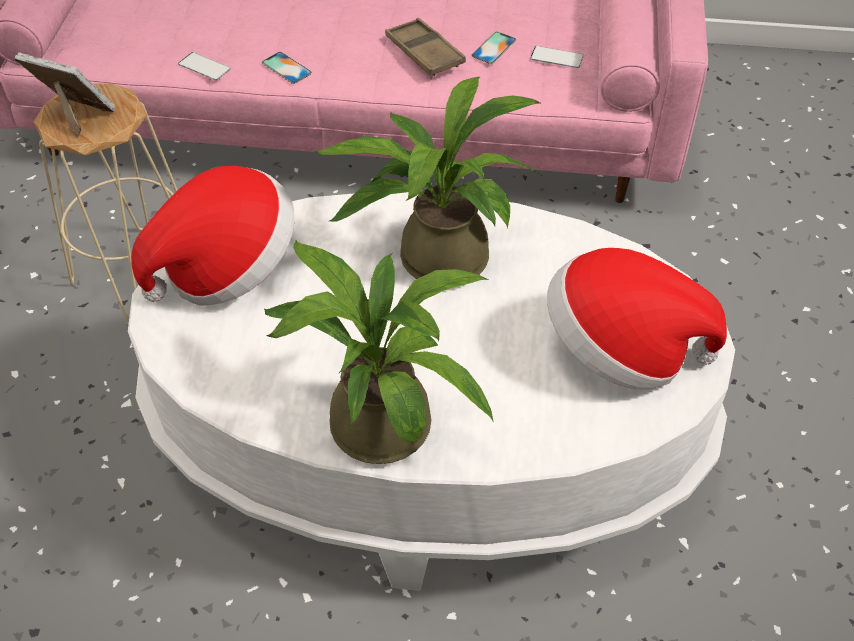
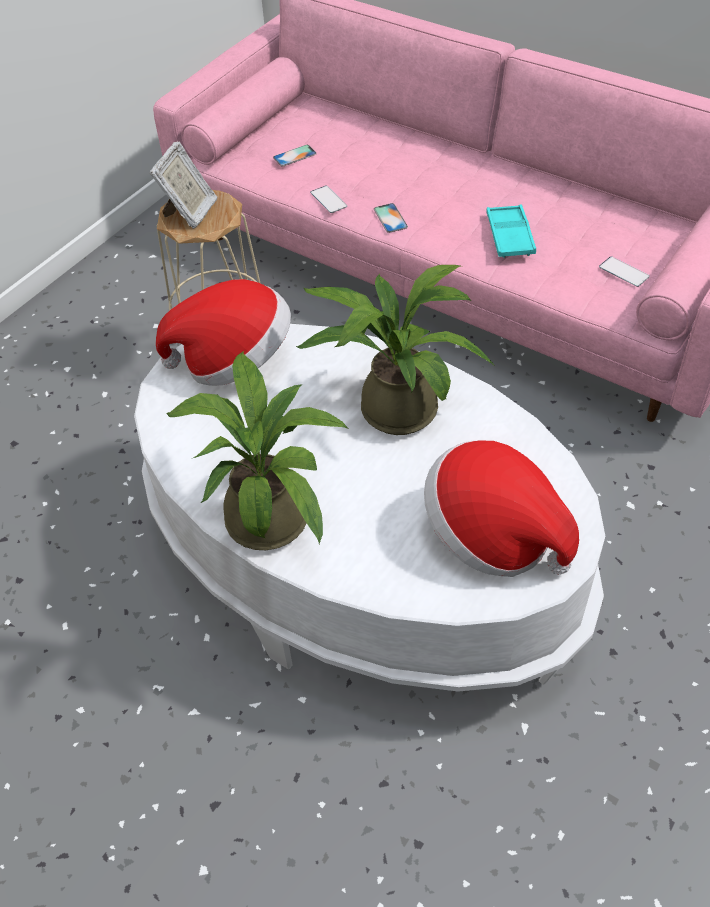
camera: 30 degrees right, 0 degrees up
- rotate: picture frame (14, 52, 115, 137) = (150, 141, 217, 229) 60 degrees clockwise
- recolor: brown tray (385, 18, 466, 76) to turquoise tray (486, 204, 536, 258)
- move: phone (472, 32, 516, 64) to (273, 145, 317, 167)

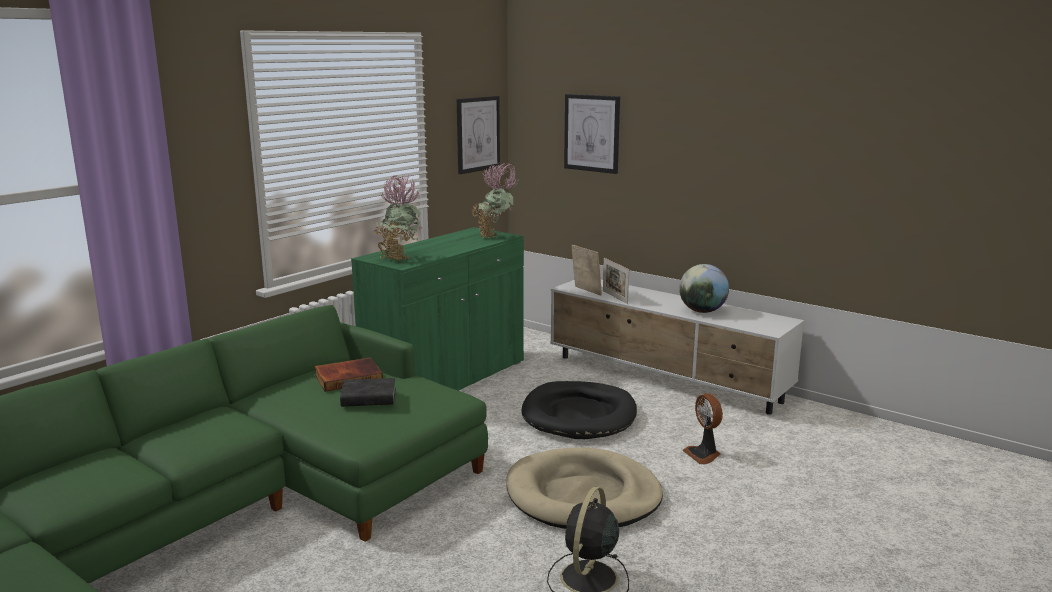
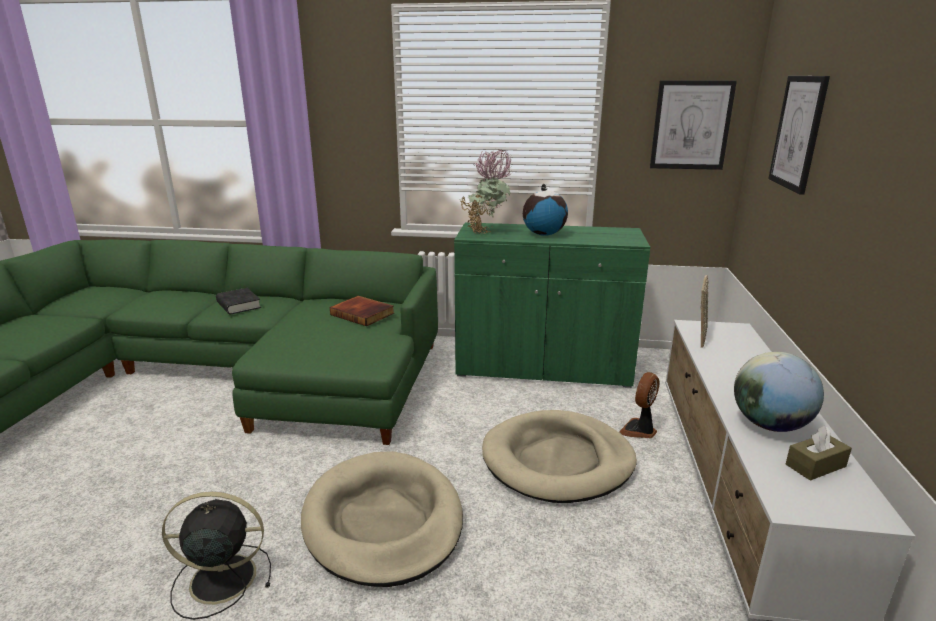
camera: 60 degrees right, 5 degrees up
- move: black book (340, 378, 396, 407) to (216, 288, 261, 315)
- delete: potted plant (472, 162, 519, 238)
- recolor: black dog bed (521, 381, 637, 439) to beige dog bed (482, 410, 637, 503)
- delete: picture frame (603, 258, 629, 304)
- move: fan (682, 393, 723, 464) to (619, 372, 659, 438)
- insert: globe (523, 184, 568, 236)
- insert: brown tissue box (786, 426, 852, 480)

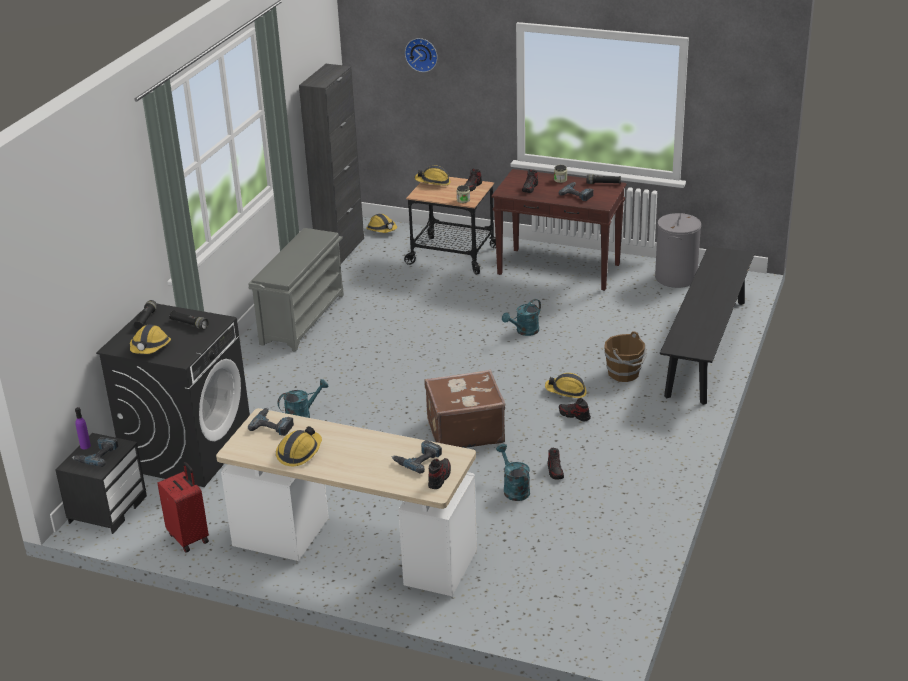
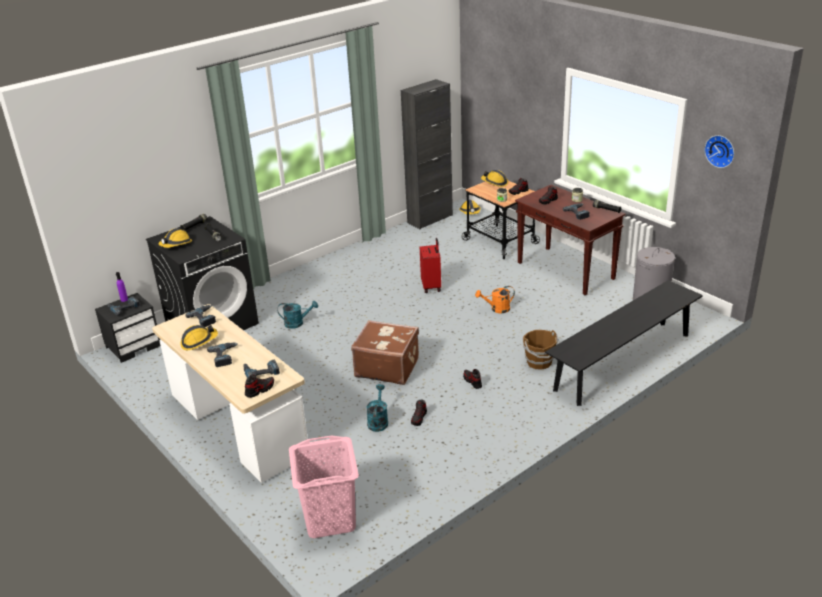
camera: 30 degrees right, 0 degrees up
- move: red suitcase (157, 462, 209, 552) to (420, 238, 441, 293)
- delete: grey shoe rack (248, 228, 344, 351)
- move: wall clock (405, 38, 438, 72) to (704, 135, 734, 168)
- recolor: turquoise watering can (502, 299, 541, 336) to orange watering can (475, 286, 515, 313)
- delete: hard hat (545, 373, 587, 398)
- insert: power drill (207, 342, 238, 367)
- insert: pink laundry basket (289, 435, 359, 538)

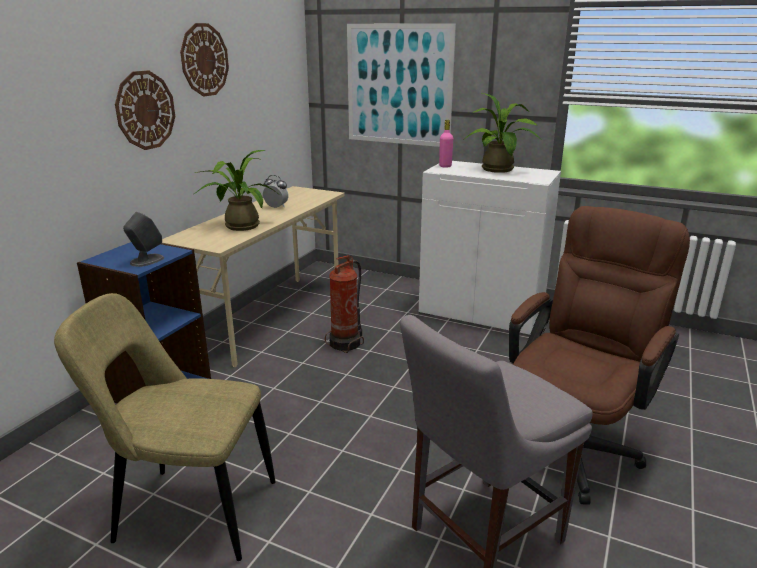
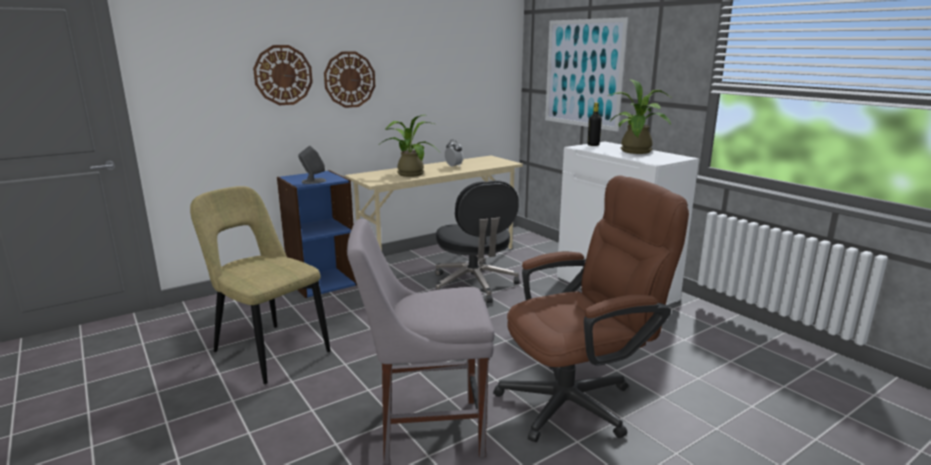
camera: 30 degrees right, 5 degrees down
- move: wall clock (180, 23, 229, 97) to (253, 45, 313, 105)
- replace: fire extinguisher (325, 255, 364, 353) to black office chair (435, 180, 519, 303)
- recolor: pink bottle (439, 120, 453, 168) to black bottle (588, 102, 602, 146)

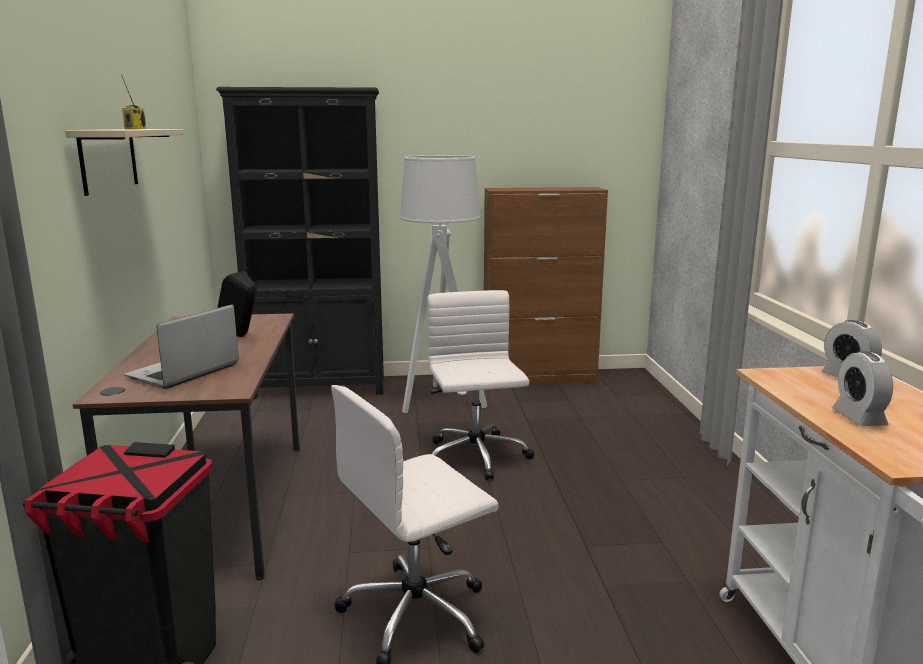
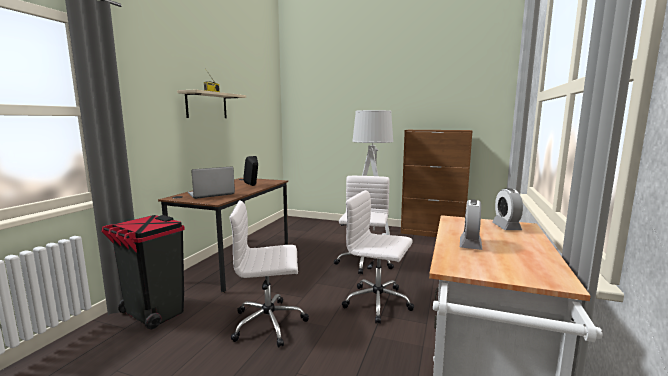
camera: 25 degrees right, 5 degrees down
- delete: black bookcase (216, 87, 384, 399)
- insert: white office chair (342, 190, 414, 324)

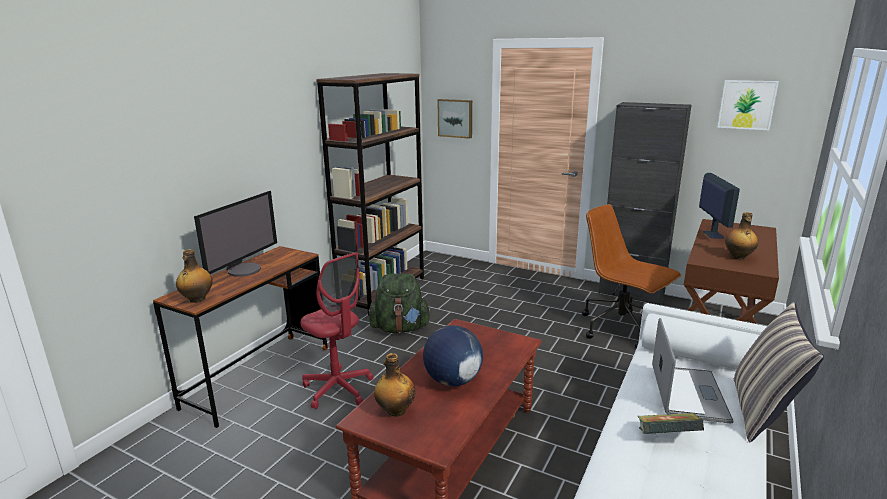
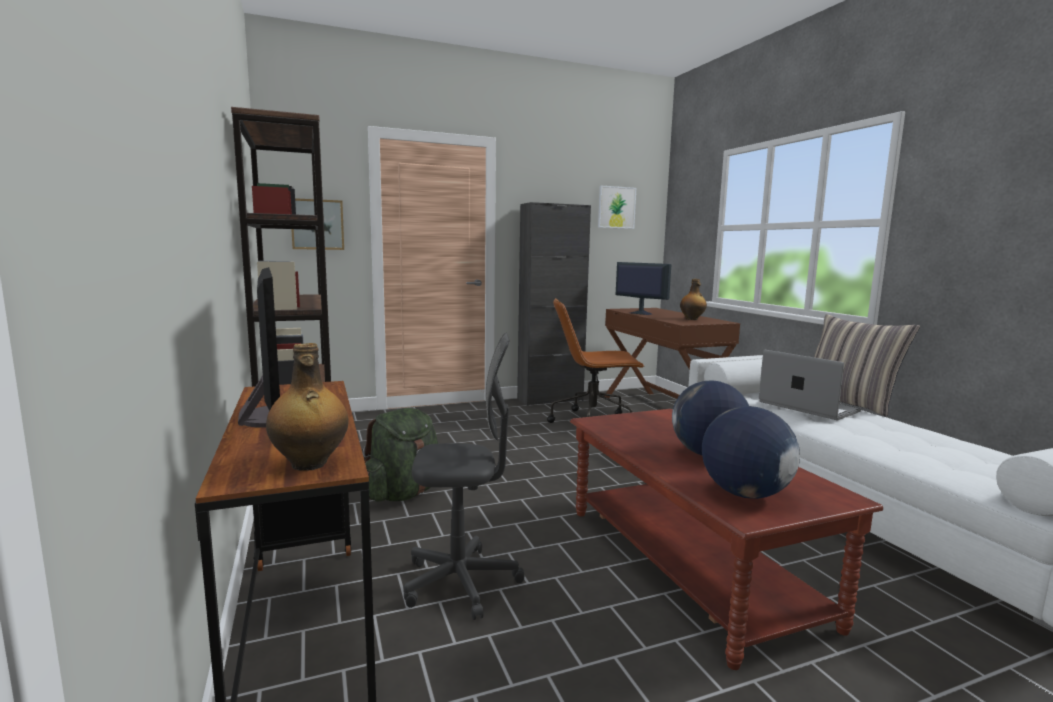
camera: 50 degrees left, 10 degrees down
- recolor: red office chair (300, 252, 373, 409) to grey office chair (403, 333, 525, 620)
- replace: bottle (374, 353, 416, 417) to globe (702, 406, 800, 499)
- delete: book (638, 413, 704, 434)

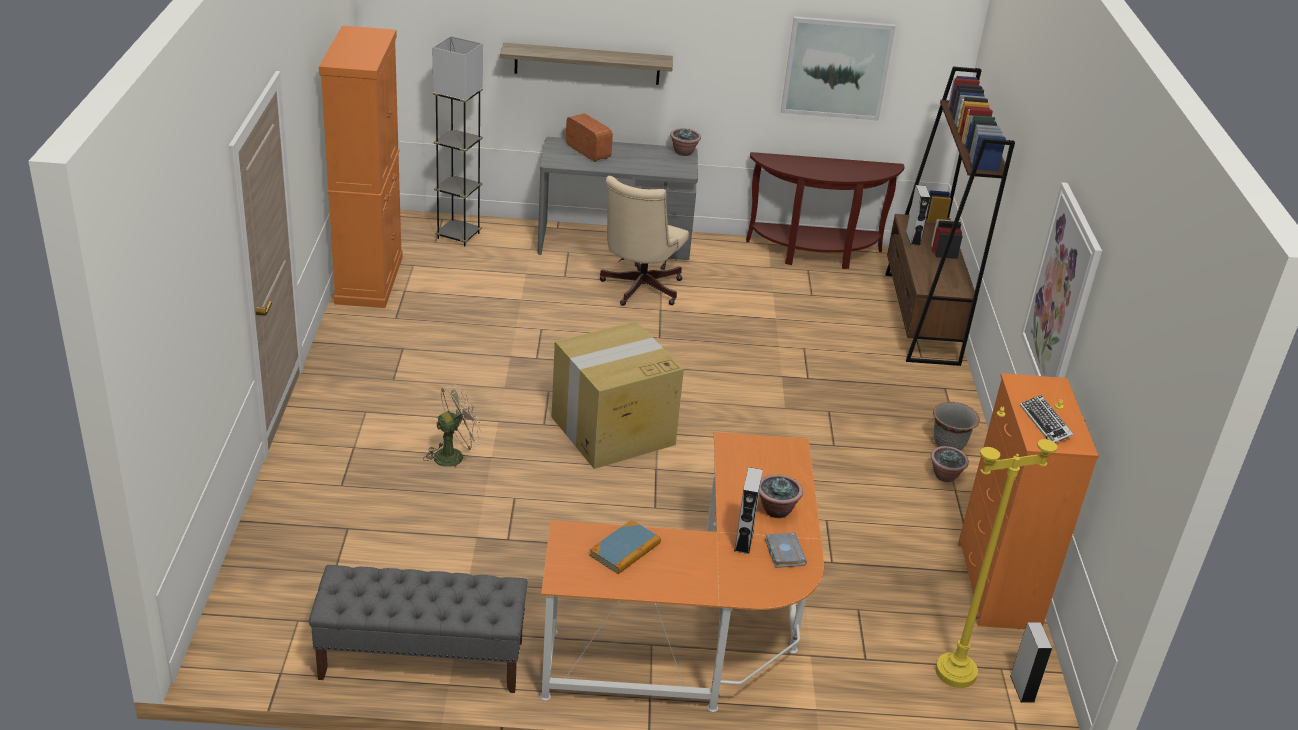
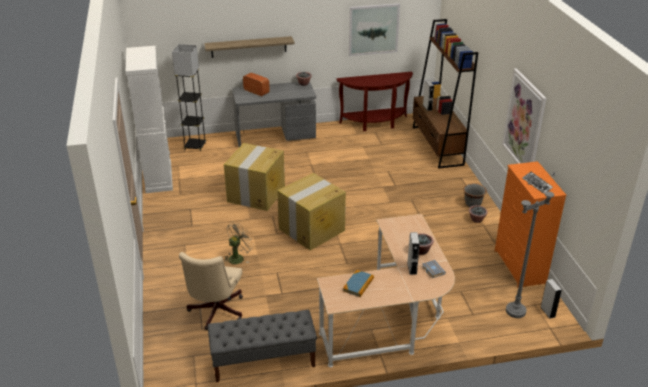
camera: 10 degrees left, 0 degrees up
- recolor: orange cabinet (319, 25, 403, 308) to white cabinet (125, 46, 173, 193)
- recolor: orange desk (540, 432, 824, 712) to beige desk (317, 214, 455, 367)
- move: beige office chair (600, 176, 689, 306) to (179, 252, 243, 330)
- recolor: yellow floor lamp (936, 399, 1064, 688) to grey floor lamp (506, 171, 556, 318)
- insert: cardboard box (224, 143, 285, 211)

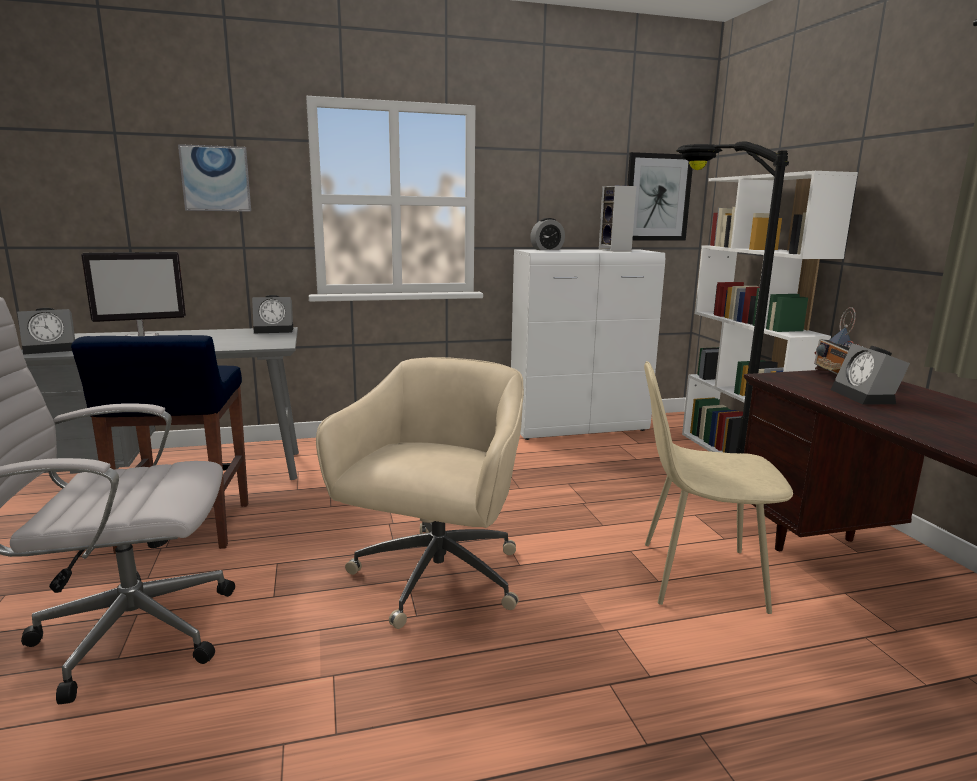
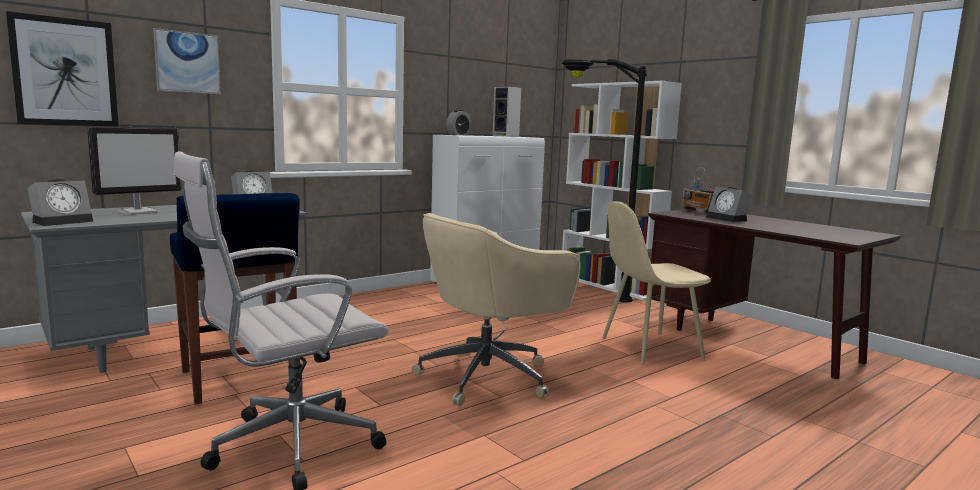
camera: 25 degrees left, 5 degrees down
- rotate: beige office chair (316, 357, 524, 629) = (412, 213, 581, 406) 120 degrees counterclockwise
- move: picture (627, 152, 693, 241) to (6, 11, 119, 126)

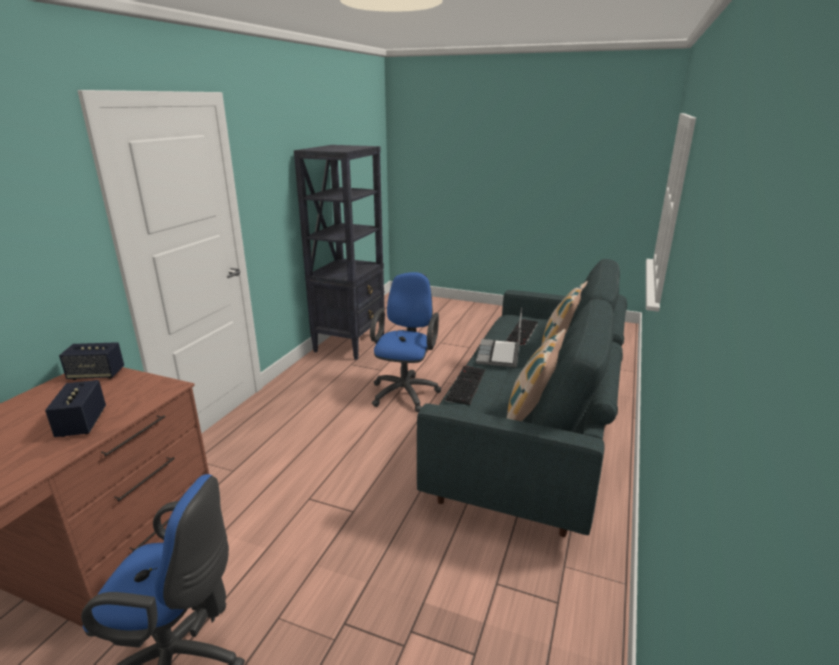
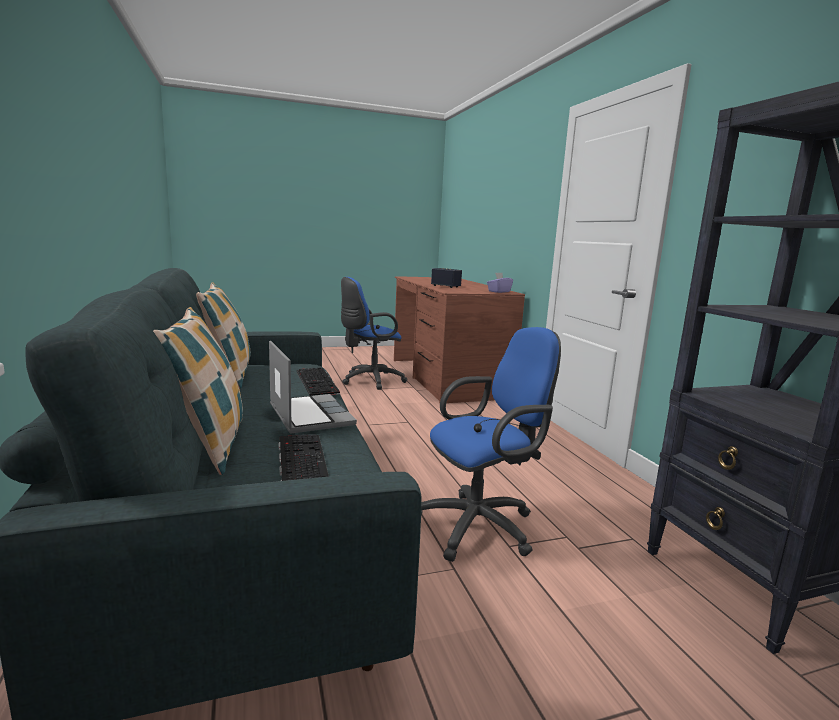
camera: 140 degrees right, 10 degrees down
- replace: speaker (59, 342, 124, 380) to purple tissue box (487, 273, 513, 293)
- rotate: blue office chair (370, 272, 441, 412) = (421, 327, 561, 562) 90 degrees counterclockwise

